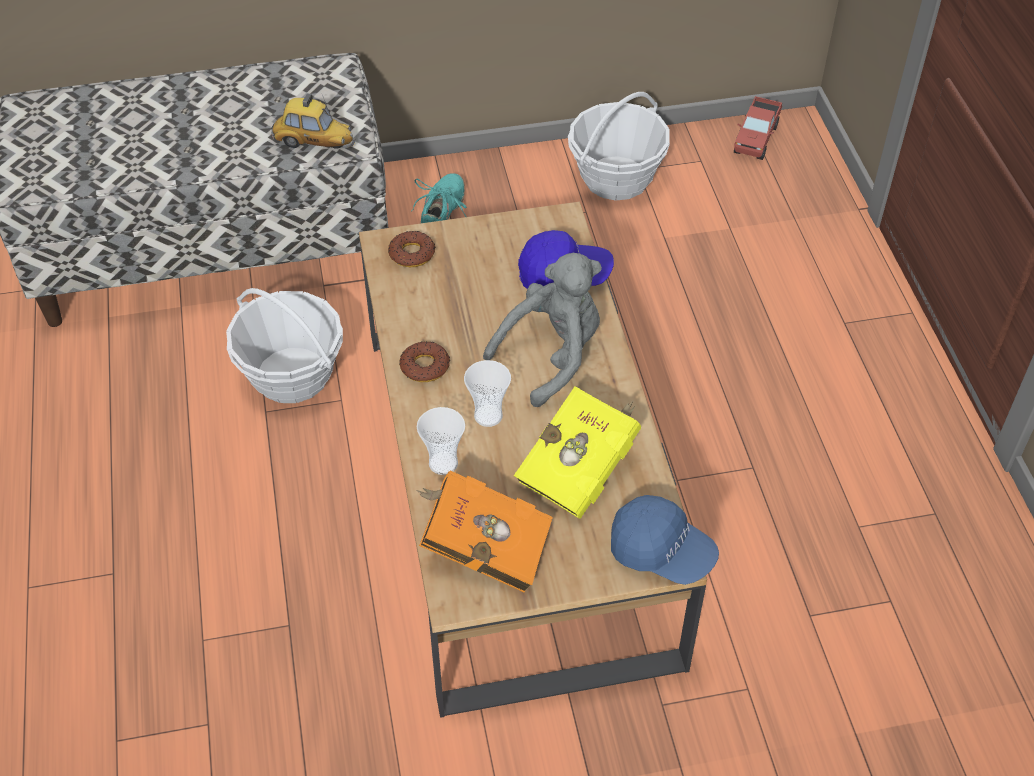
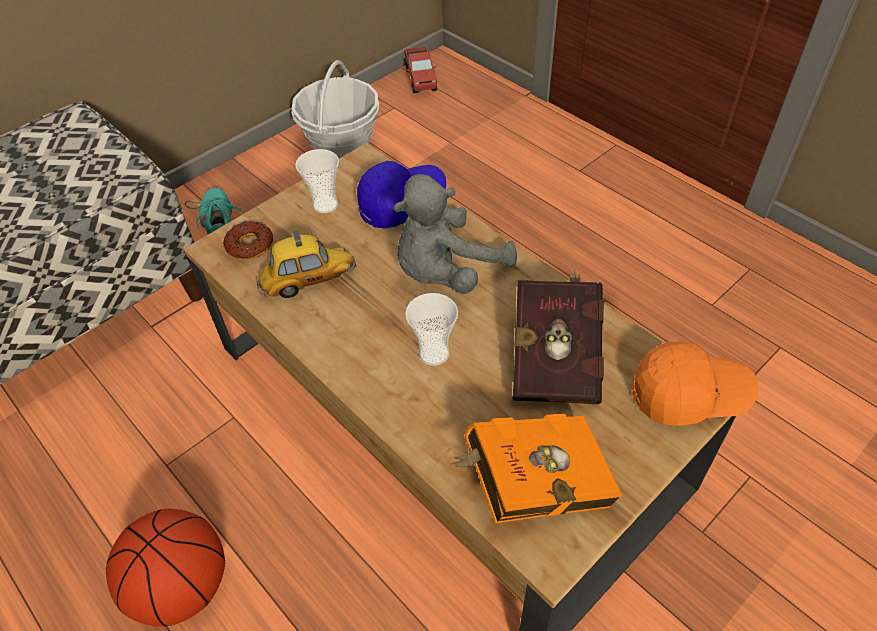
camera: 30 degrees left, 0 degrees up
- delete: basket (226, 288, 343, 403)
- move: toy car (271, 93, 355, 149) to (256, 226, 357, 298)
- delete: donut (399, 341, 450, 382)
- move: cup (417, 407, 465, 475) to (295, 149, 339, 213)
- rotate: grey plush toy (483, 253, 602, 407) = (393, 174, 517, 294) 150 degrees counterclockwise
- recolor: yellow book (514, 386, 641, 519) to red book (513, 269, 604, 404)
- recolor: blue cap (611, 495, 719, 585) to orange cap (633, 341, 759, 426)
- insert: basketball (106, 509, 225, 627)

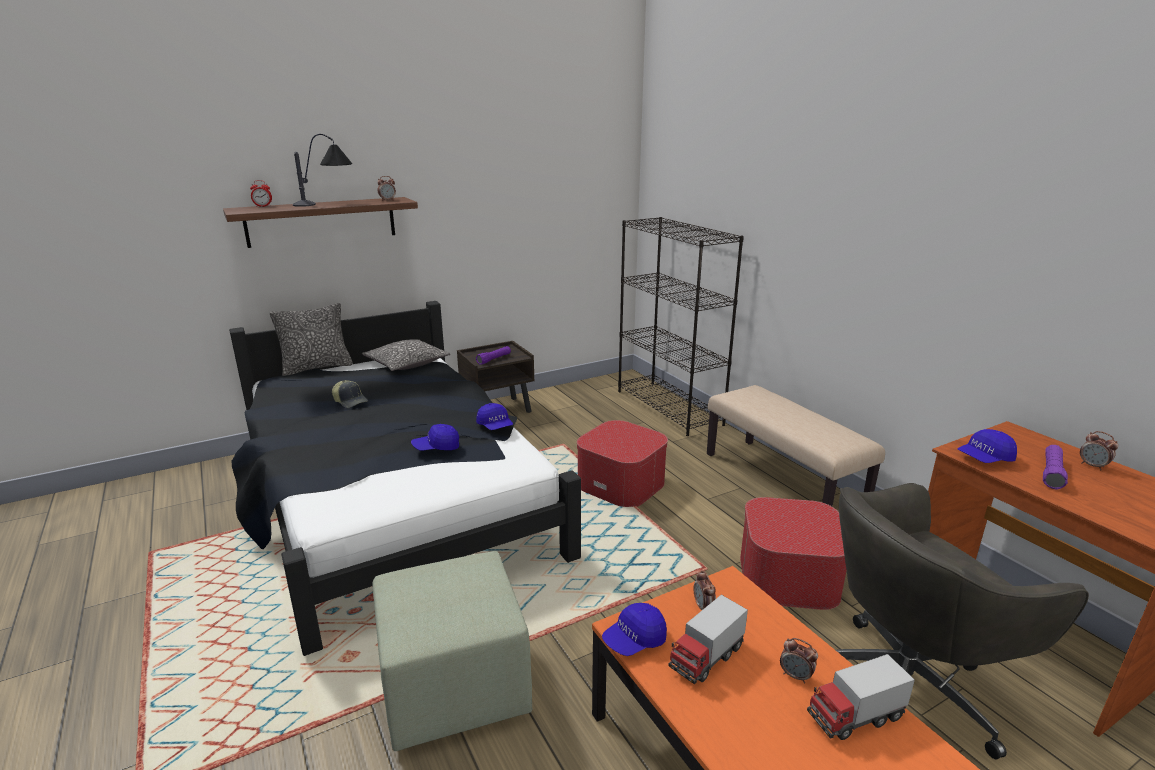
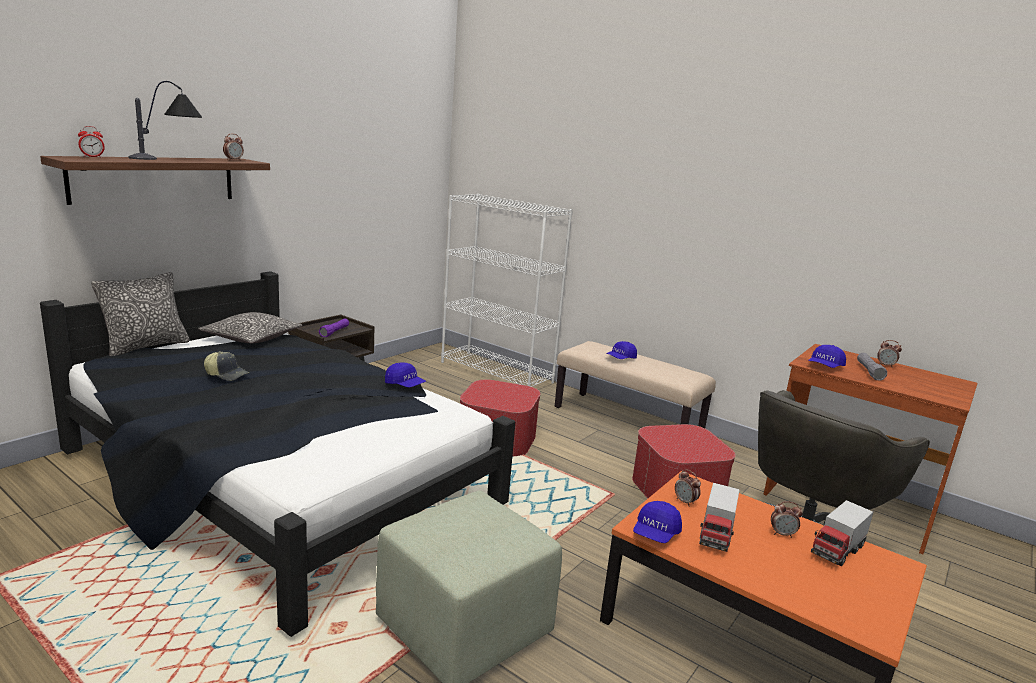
camera: 25 degrees left, 5 degrees down
- move: blue cap (411, 424, 459, 450) to (606, 341, 637, 359)
- recolor: black bookcase (618, 217, 744, 436) to white bookcase (441, 194, 573, 387)
- recolor: purple flashlight (1043, 445, 1068, 489) to grey flashlight (857, 353, 887, 381)

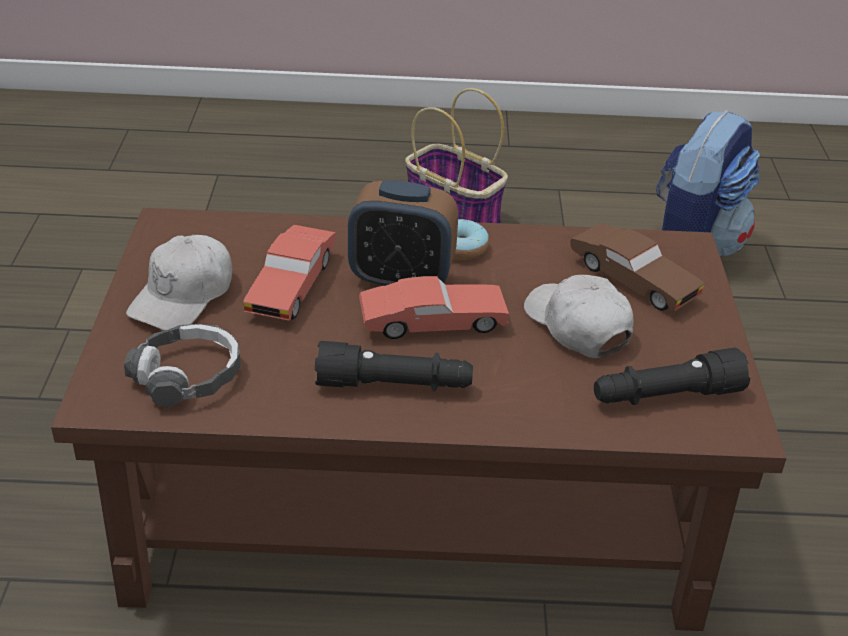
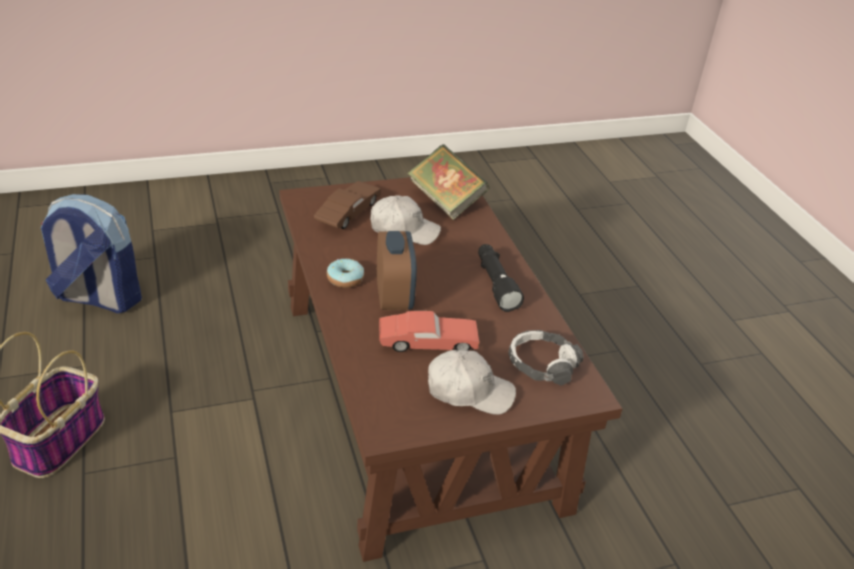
camera: 110 degrees left, 0 degrees up
- delete: red toy car (359, 276, 509, 339)
- rotate: white cap (524, 275, 634, 358) = (370, 195, 441, 245) 120 degrees counterclockwise
- replace: black flashlight (594, 348, 750, 405) to book (407, 144, 489, 220)

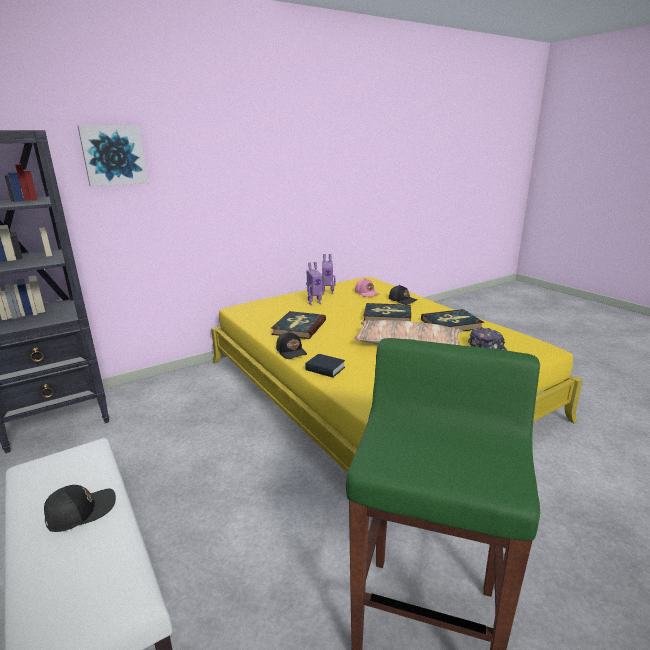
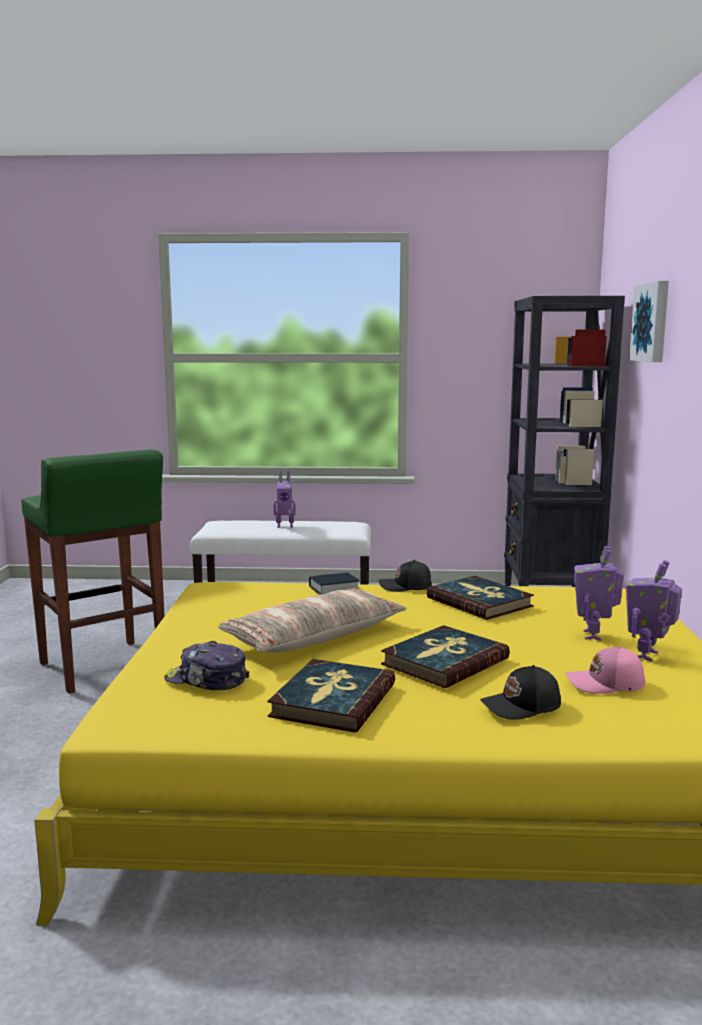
camera: 125 degrees right, 10 degrees down
- replace: black cap (44, 485, 116, 532) to toy robot (274, 471, 296, 528)

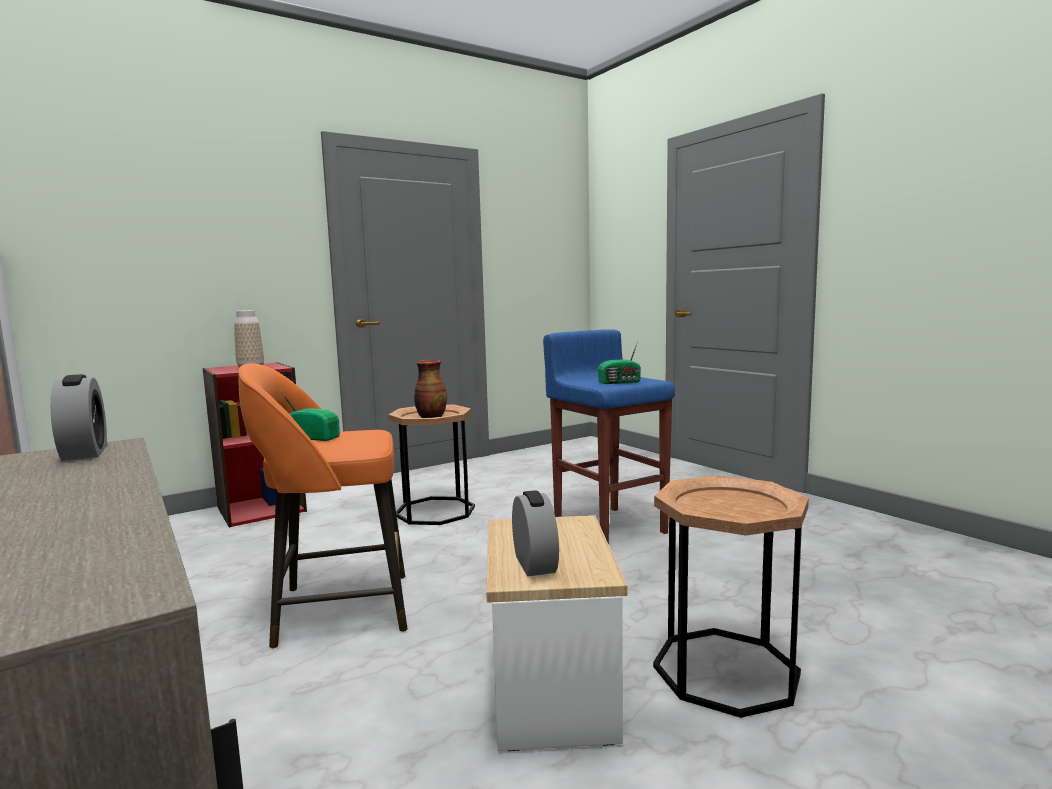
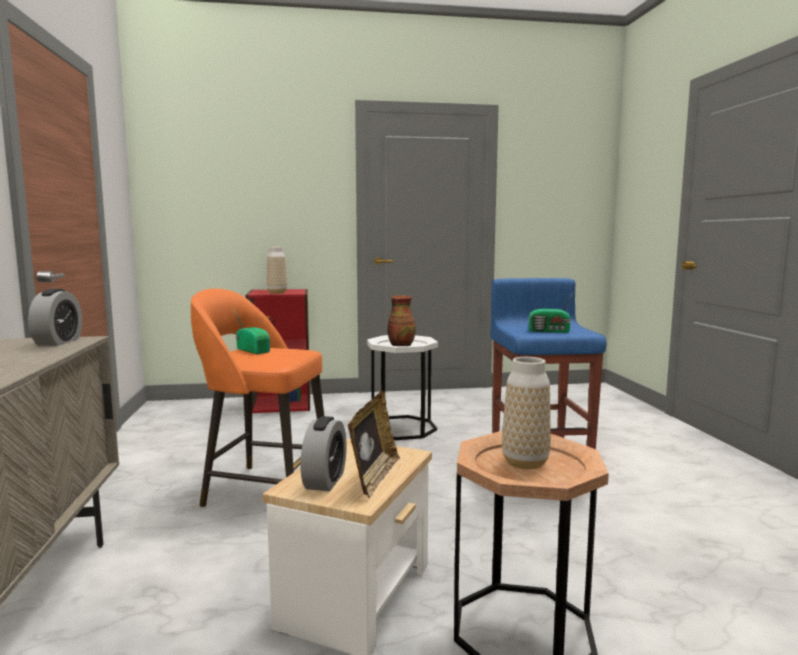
camera: 25 degrees right, 0 degrees up
- recolor: brown side table (388, 405, 475, 525) to white side table (367, 335, 438, 440)
- insert: picture frame (348, 390, 400, 498)
- insert: vase (502, 357, 551, 469)

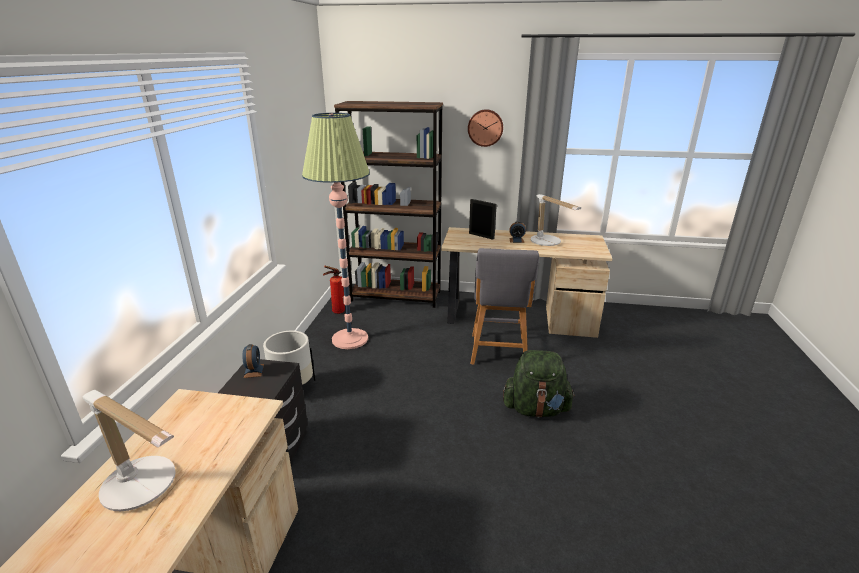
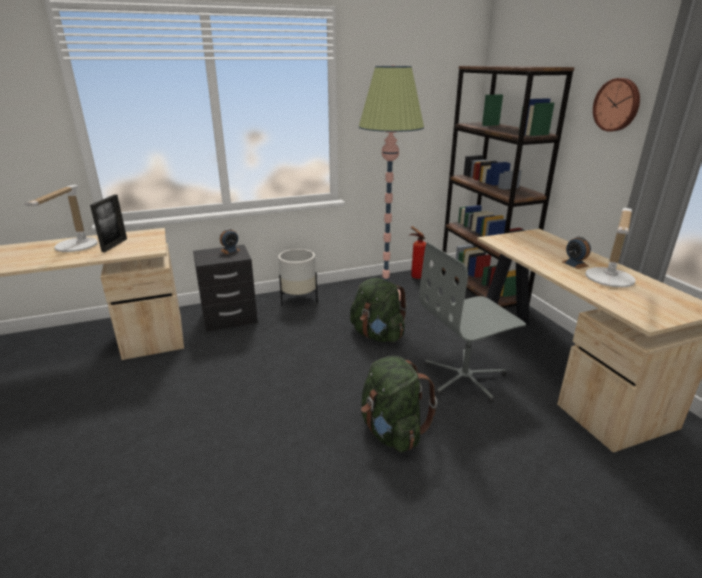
camera: 60 degrees right, 0 degrees up
- move: picture frame (469, 199, 497, 240) to (90, 195, 127, 252)
- replace: grey stool (471, 248, 539, 364) to grey office chair (419, 242, 526, 403)
- insert: green backpack (350, 278, 407, 342)

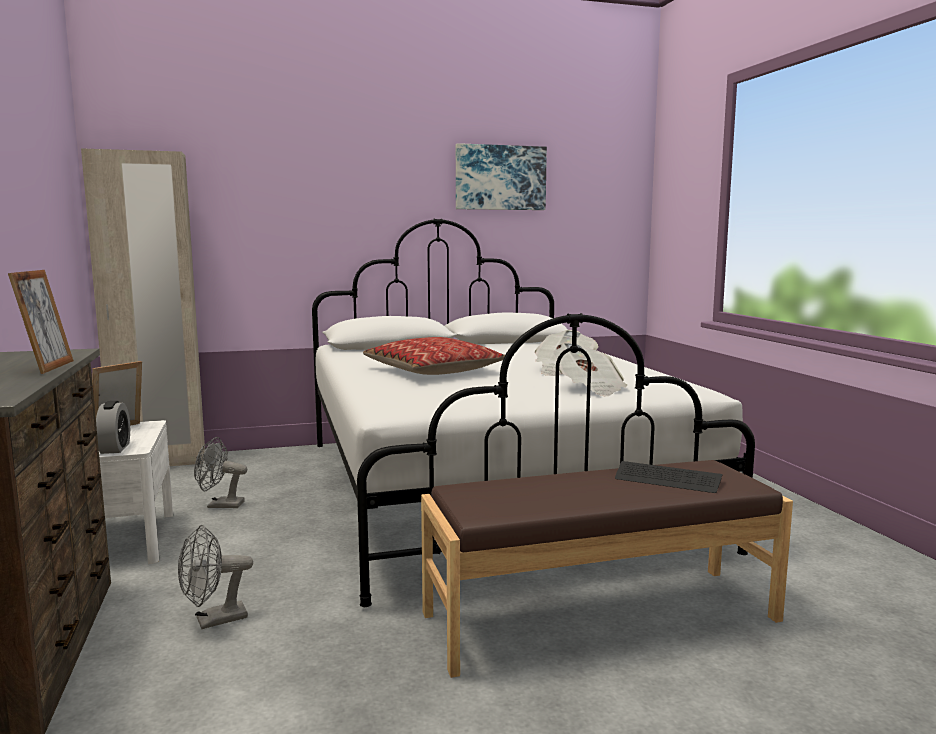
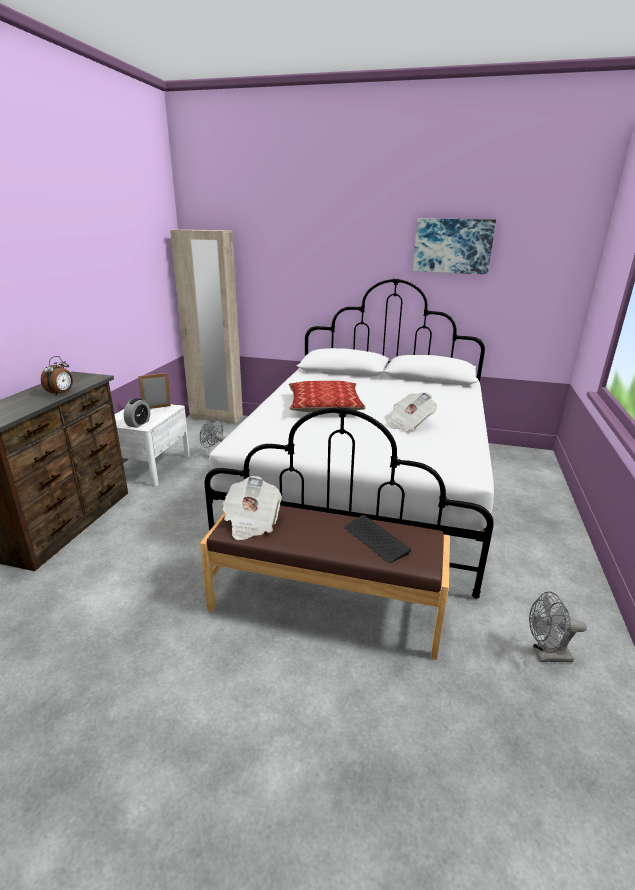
camera: 30 degrees right, 15 degrees up
- replace: picture frame (8, 270, 74, 374) to alarm clock (41, 356, 73, 396)
- move: grey fan (178, 525, 253, 629) to (529, 592, 587, 662)
- move: newspaper (553, 342, 628, 396) to (222, 476, 282, 540)

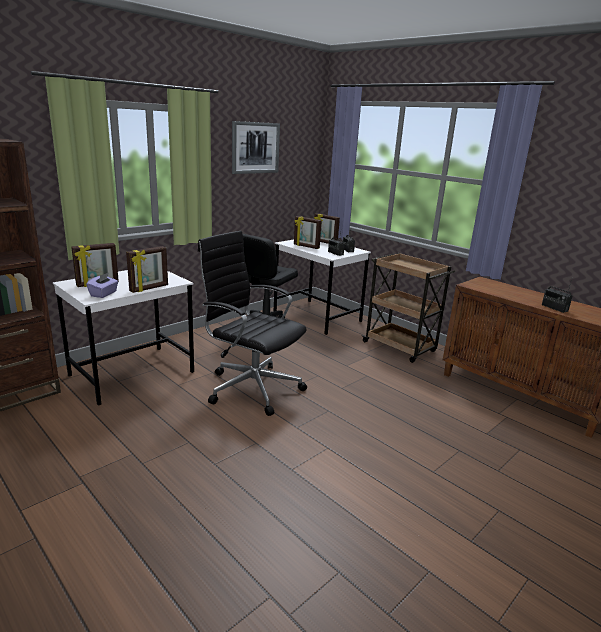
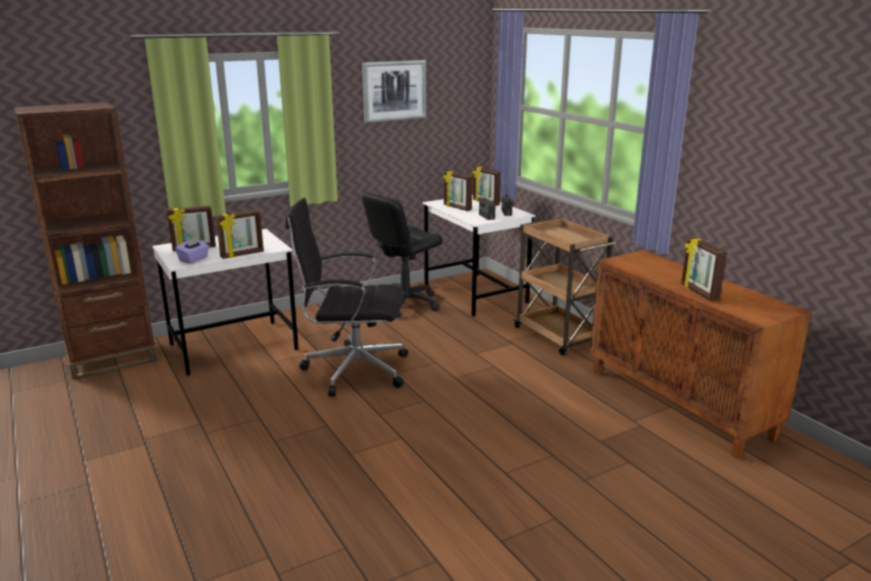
camera: 15 degrees right, 0 degrees up
- rotate: black office chair (198, 231, 307, 416) = (286, 198, 408, 396) 45 degrees counterclockwise
- replace: radio (542, 279, 573, 313) to picture frame (681, 237, 727, 301)

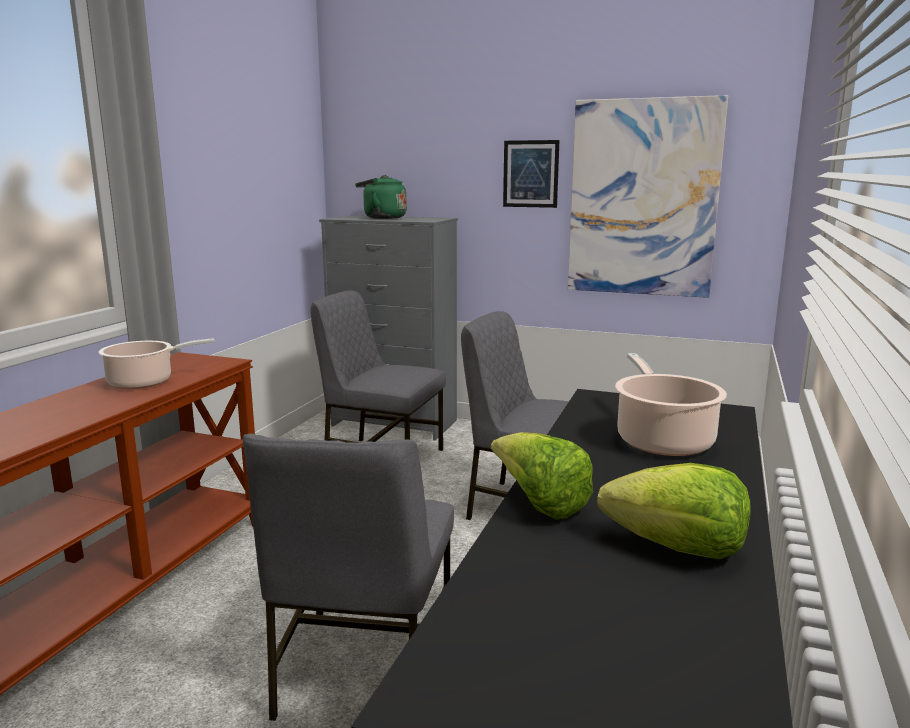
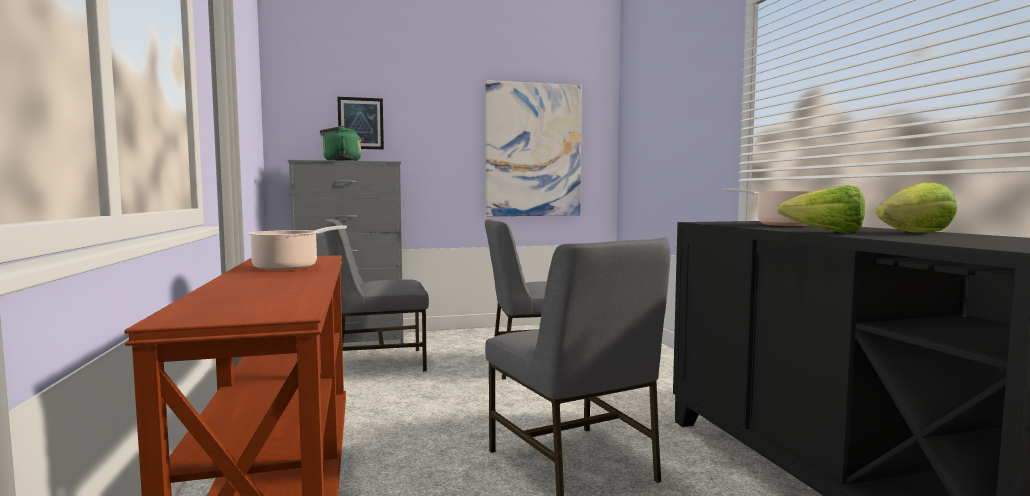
camera: 35 degrees left, 10 degrees down
- move: picture (503, 140, 560, 208) to (337, 97, 384, 149)

